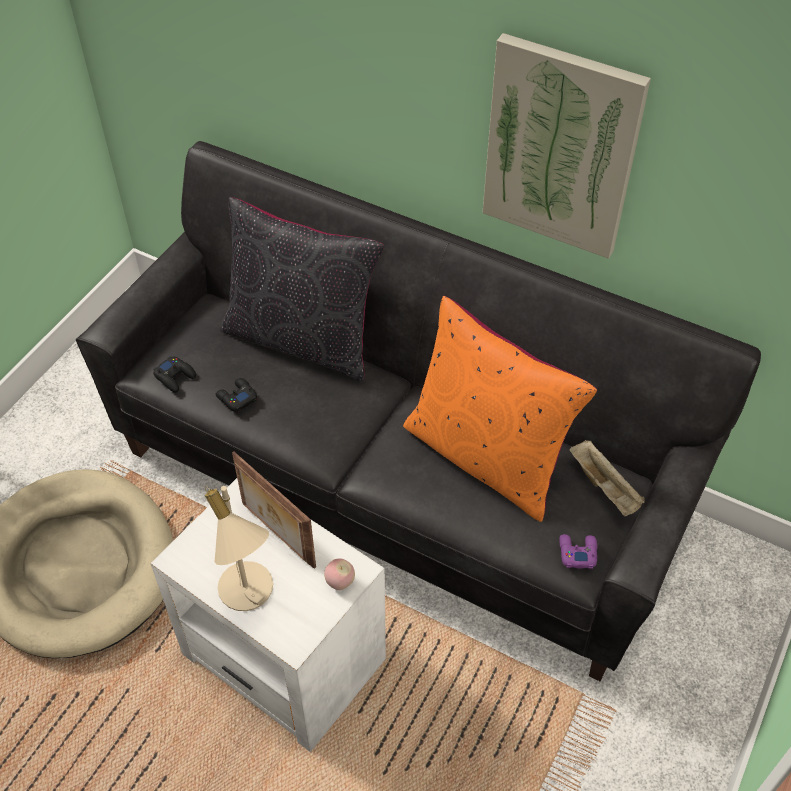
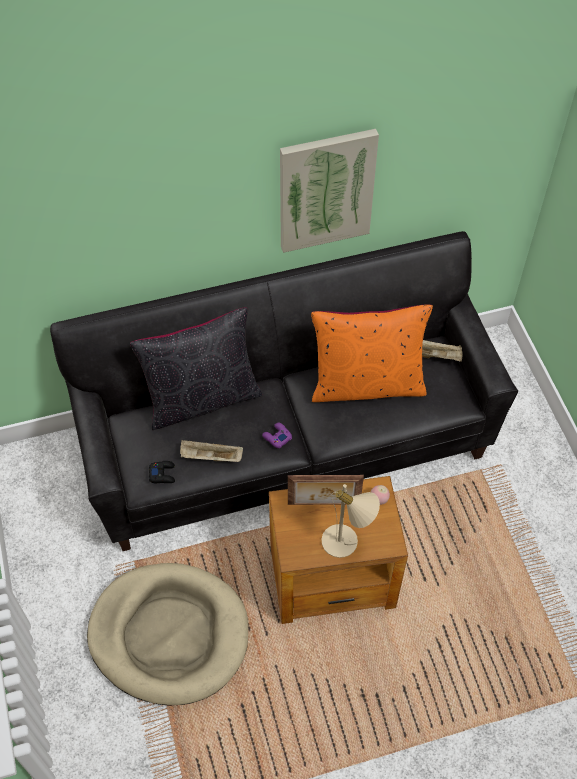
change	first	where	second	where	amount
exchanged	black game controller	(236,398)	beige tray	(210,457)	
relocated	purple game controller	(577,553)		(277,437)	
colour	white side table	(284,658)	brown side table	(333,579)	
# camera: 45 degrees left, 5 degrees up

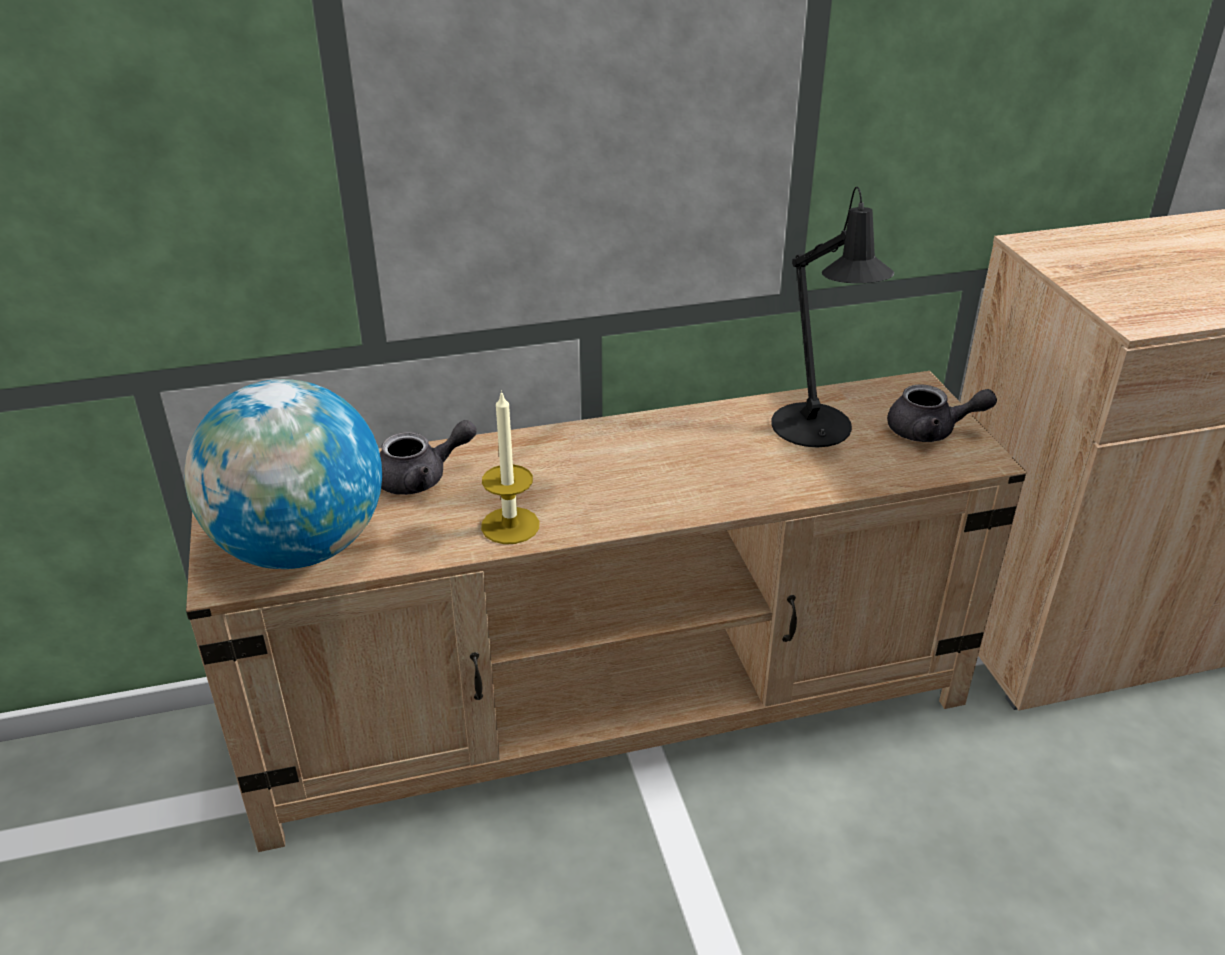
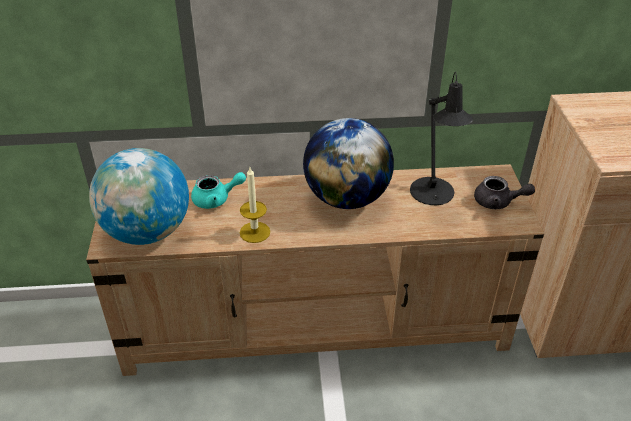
change	first	where	second	where	amount
colour	grey teapot	(422,478)	turquoise teapot	(216,199)	
appeared			globe	(347,198)	
# camera: 10 degrees right, 5 degrees up

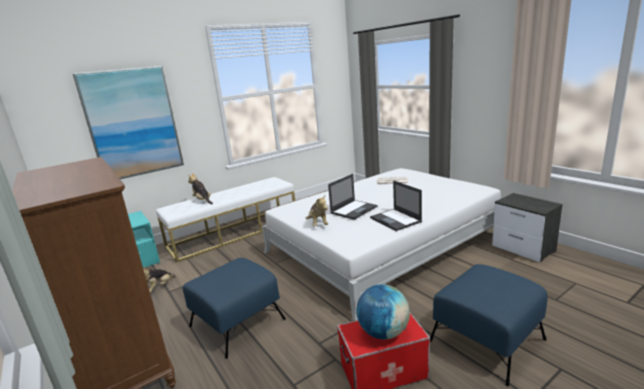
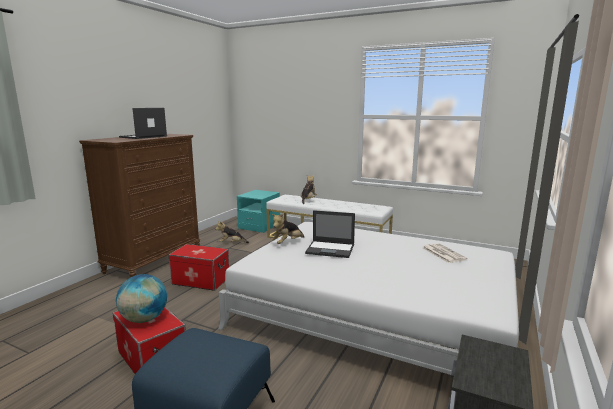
change	first	where	second	where	amount
relocated	laptop	(396,220)		(143,137)	
exchanged	blue ottoman	(238,322)	storage box	(201,280)	
missing	picture	(133,123)			
# camera: 60 degrees right, 5 degrees down

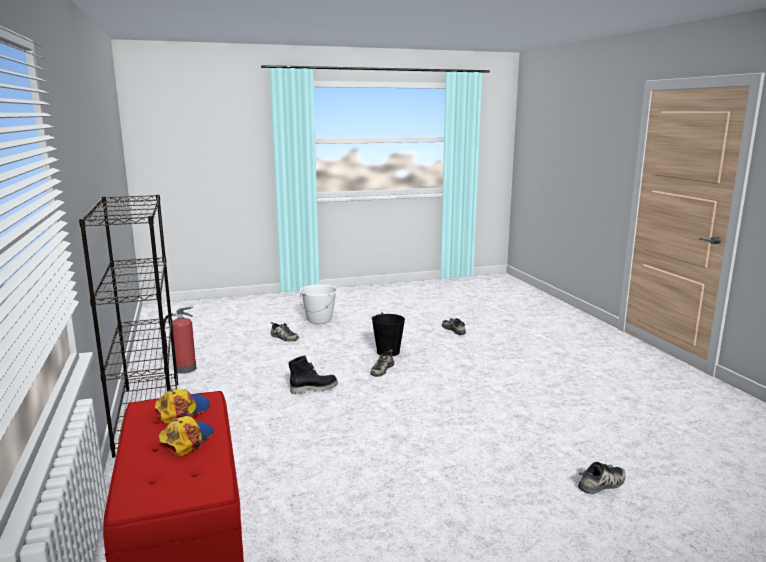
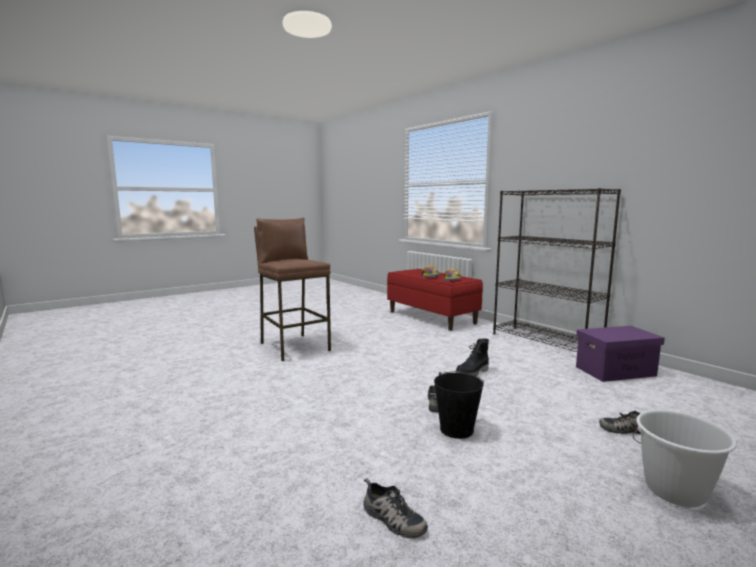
change	first	where	second	where	amount
appeared			brown stool	(294,347)	
exchanged	fire extinguisher	(184,369)	purple storage box	(615,371)	
missing	shoe	(602,484)			
# camera: 160 degrees right, 5 degrees down

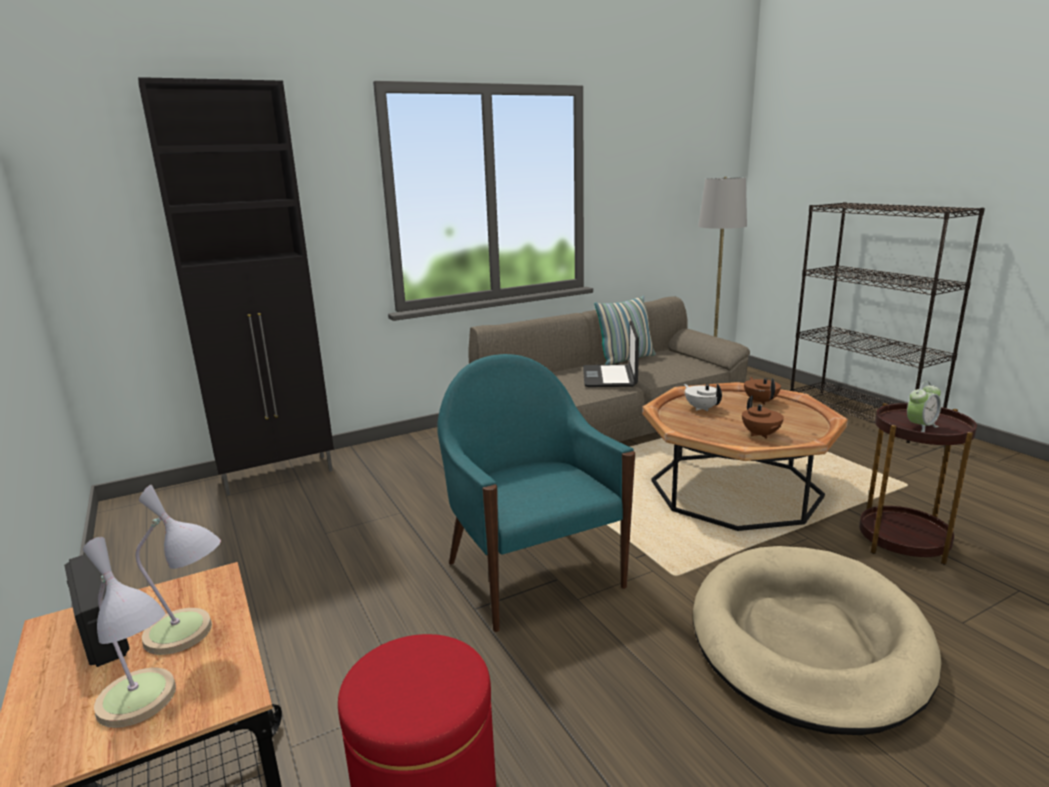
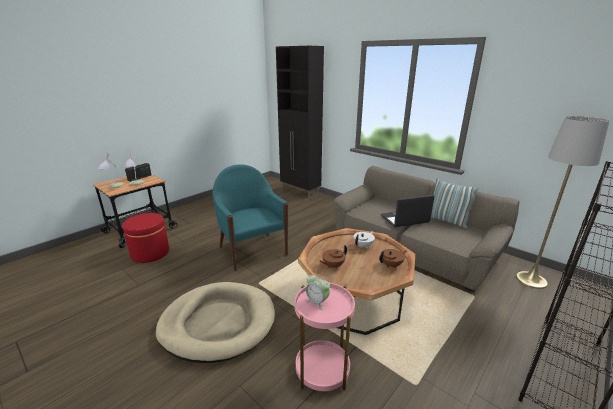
change	first	where	second	where	amount
spun	turquoise armchair	(533,573)		(252,250)	75 degrees counterclockwise
colour	brown side table	(903,541)	pink side table	(322,370)	
# camera: 70 degrees right, 5 degrees up

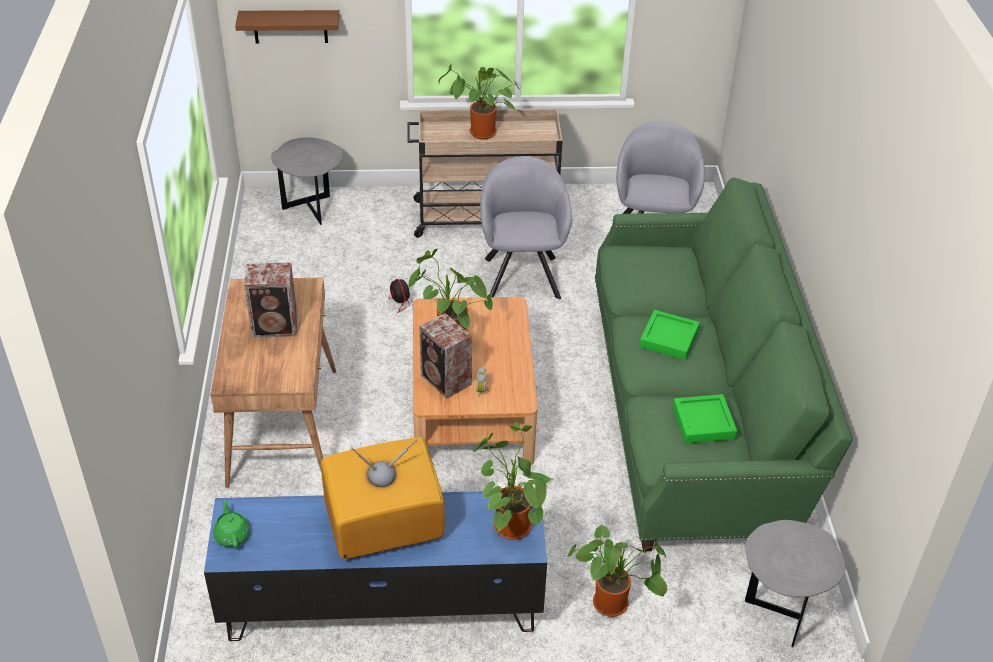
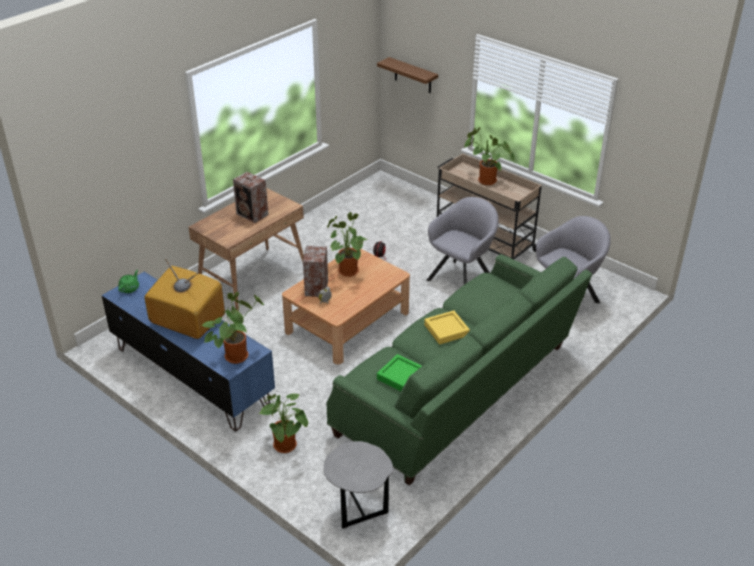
change	first	where	second	where	amount
colour	green tray	(669,339)	yellow tray	(446,330)	
missing	grey side table	(312,211)			
# camera: 45 degrees right, 5 degrees down

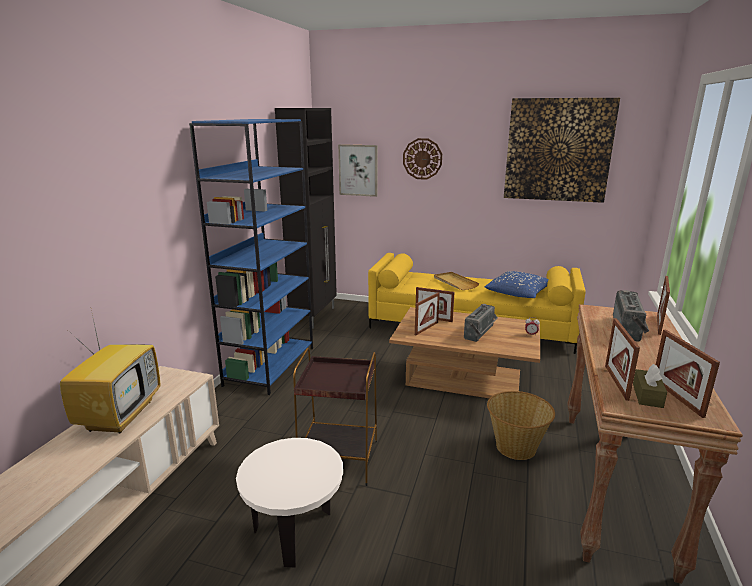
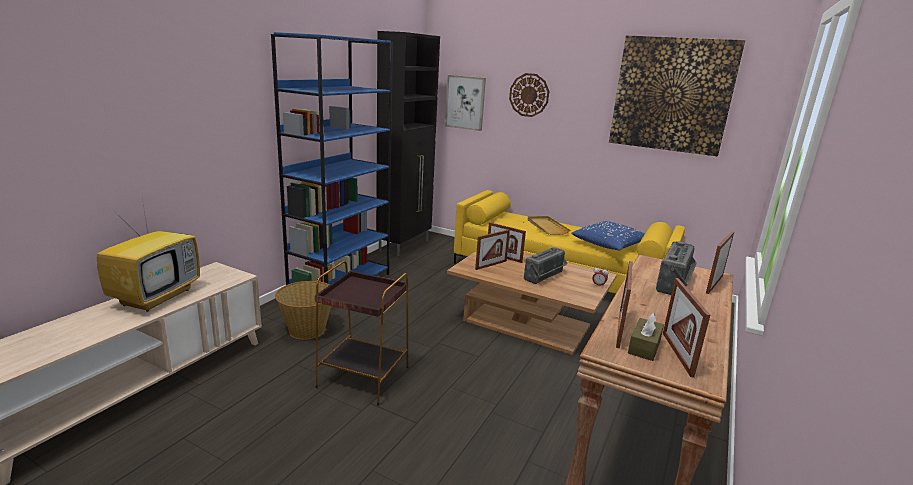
change	first	where	second	where	amount
relocated	basket	(516,447)		(308,330)	
missing	white side table	(295,532)			
# camera: 10 degrees right, 0 degrees up

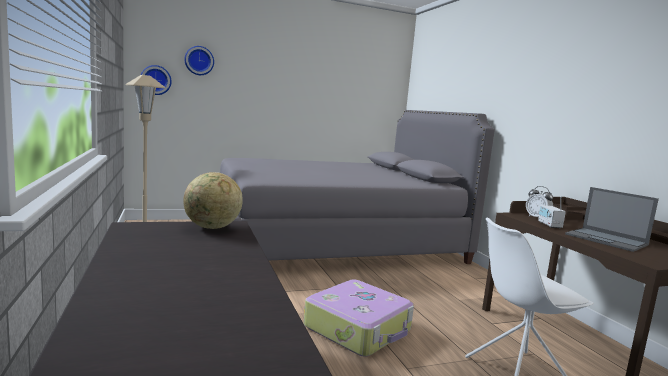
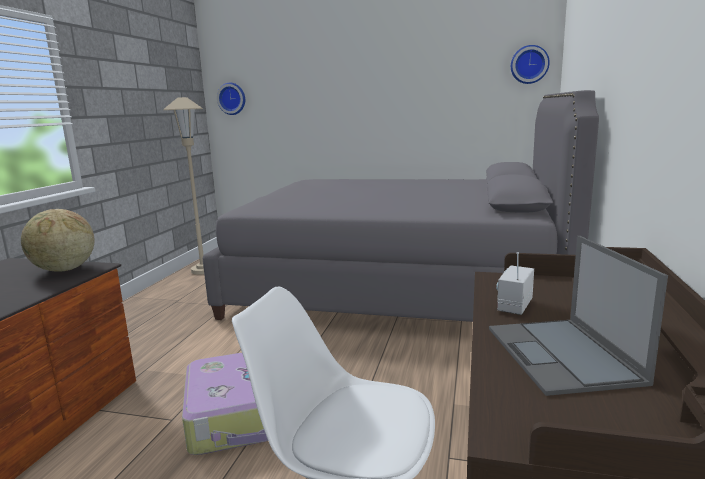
change	first	where	second	where	amount
relocated	wall clock	(199,60)		(529,64)	
missing	alarm clock	(537,218)			
# camera: 35 degrees right, 5 degrees up

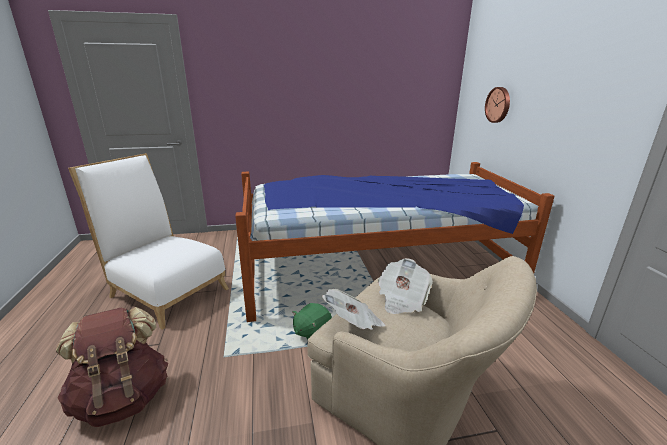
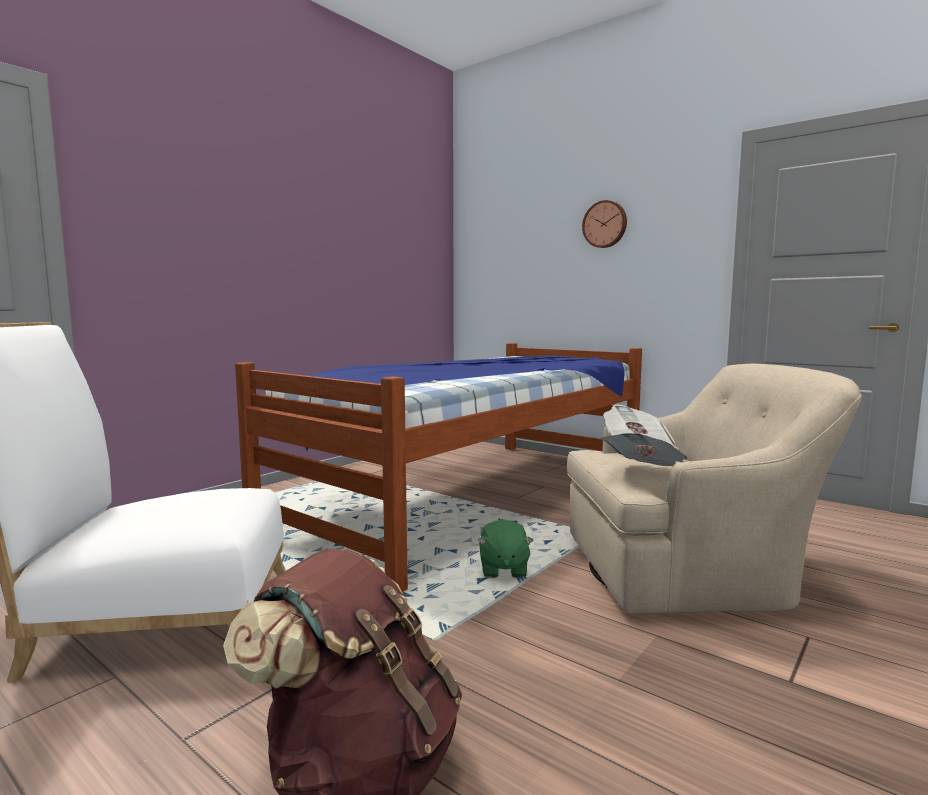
change	first	where	second	where	amount
relocated	wall clock	(498,105)		(605,224)	
# camera: 40 degrees left, 15 degrees down

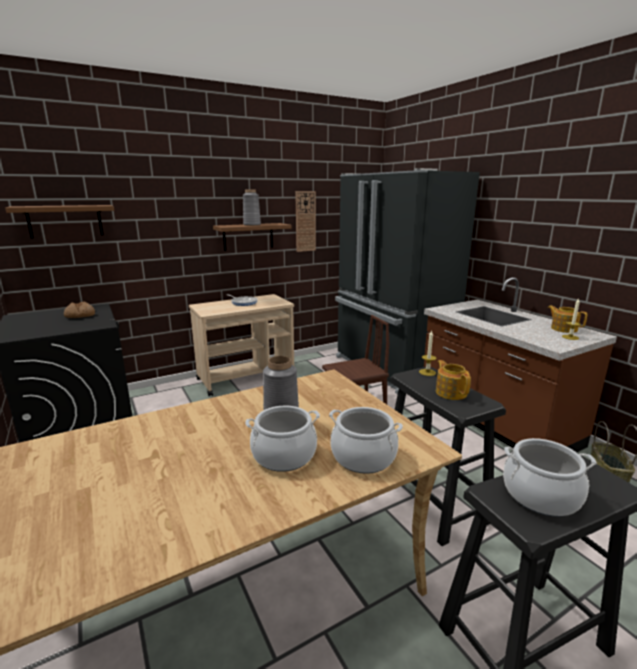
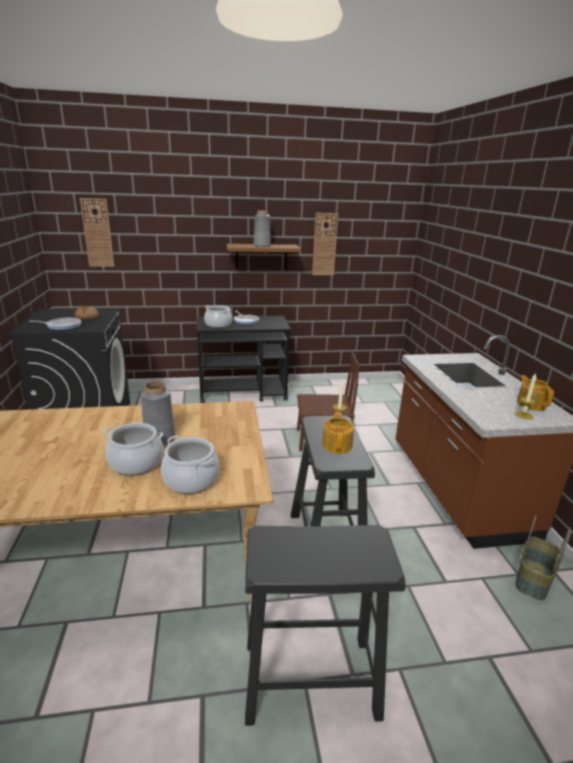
change	first	where	second	where	amount
appeared			frying pan	(62,326)	
exchanged	brown shelf	(65,221)	wall clock	(97,233)	
colour	beige cart	(246,378)	black cart	(243,393)	
relocated	cooking pot	(540,495)		(218,325)	
missing	black fridge	(390,368)			
# camera: 20 degrees right, 5 degrees up

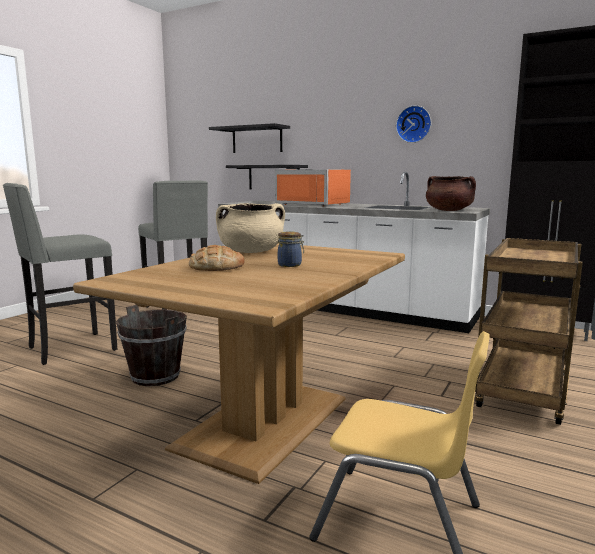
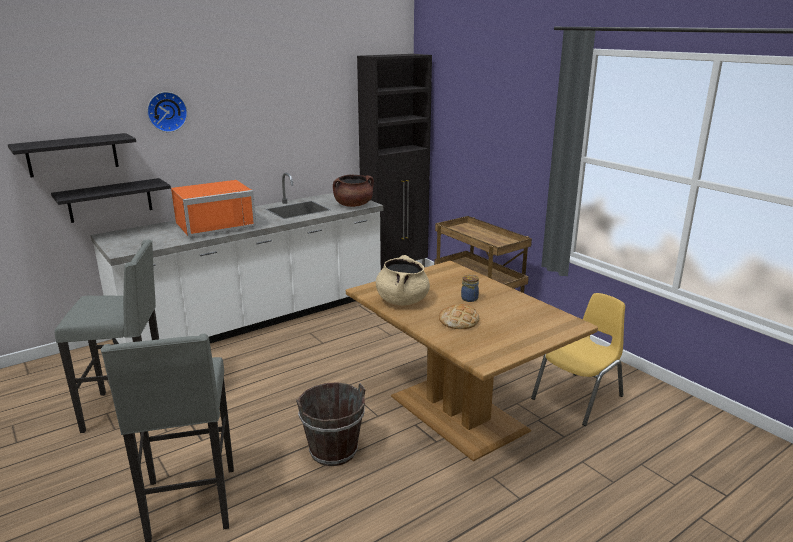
change	first	where	second	where	amount
relocated	wall clock	(414,124)		(166,111)	
# camera: 65 degrees left, 10 degrees up

